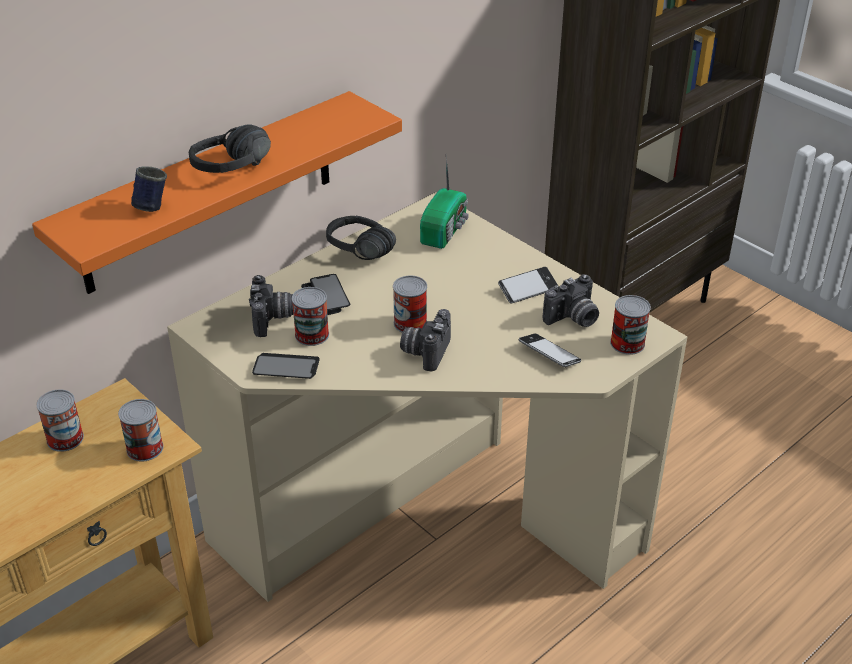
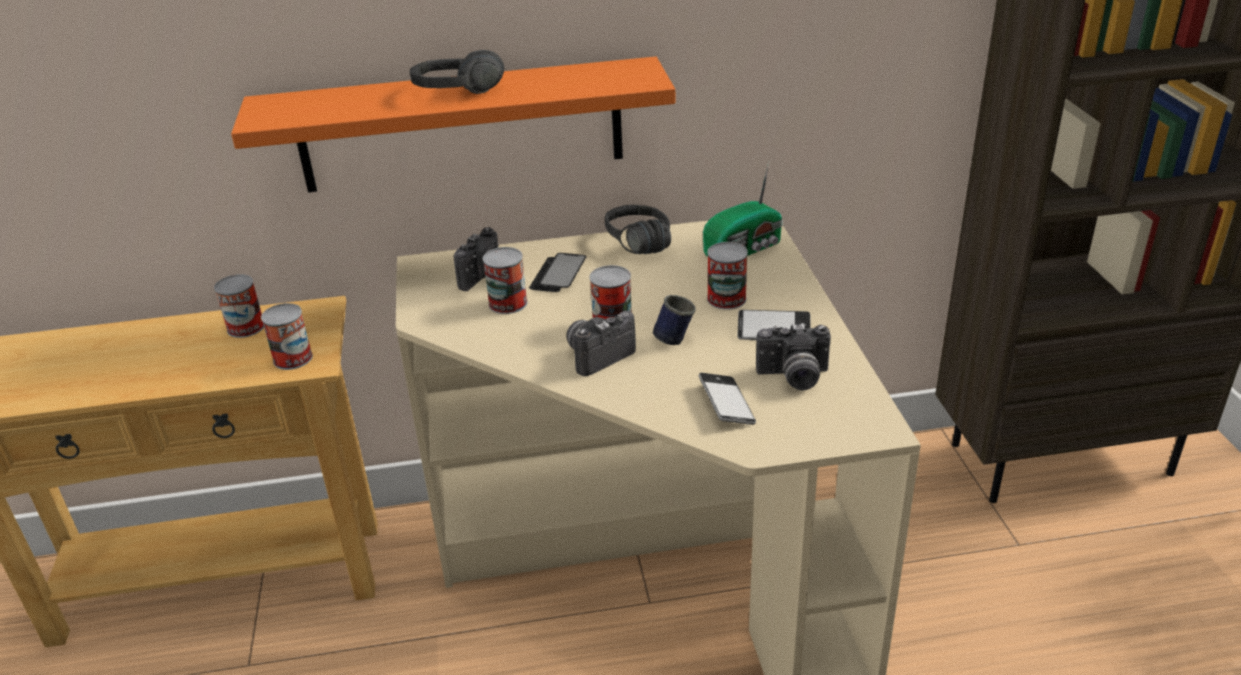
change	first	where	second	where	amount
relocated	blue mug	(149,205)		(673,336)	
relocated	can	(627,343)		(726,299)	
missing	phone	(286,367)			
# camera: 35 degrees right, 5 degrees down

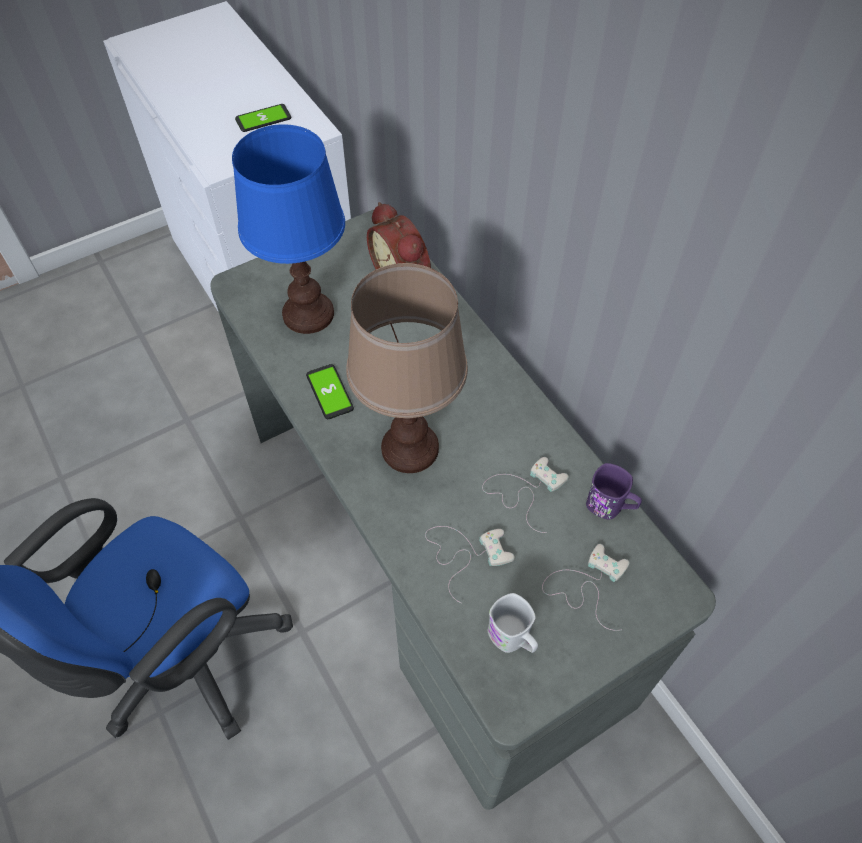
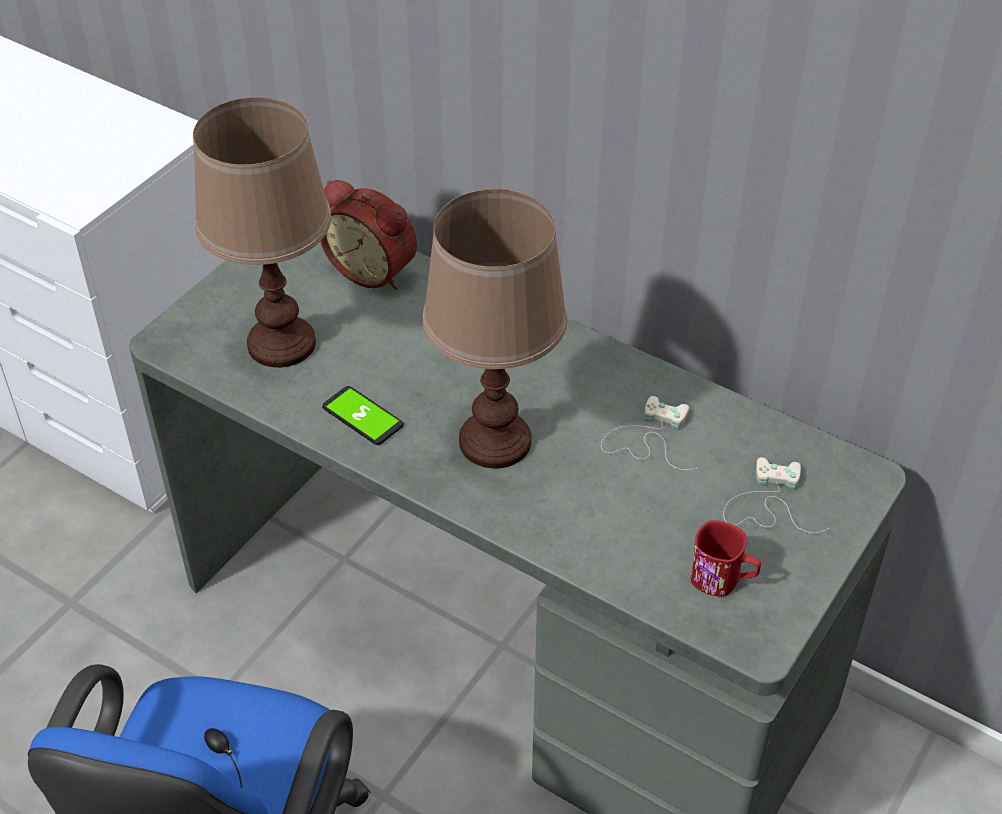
change	first	where	second	where	amount
colour	blue table lamp	(308,313)	brown table lamp	(281,343)	
colour	white mug	(513,638)	red mug	(723,581)	
missing	phone	(263,119)			
missing	white game controller	(465,553)			
missing	purple mug	(610,506)			
# camera: 25 degrees left, 10 degrees down

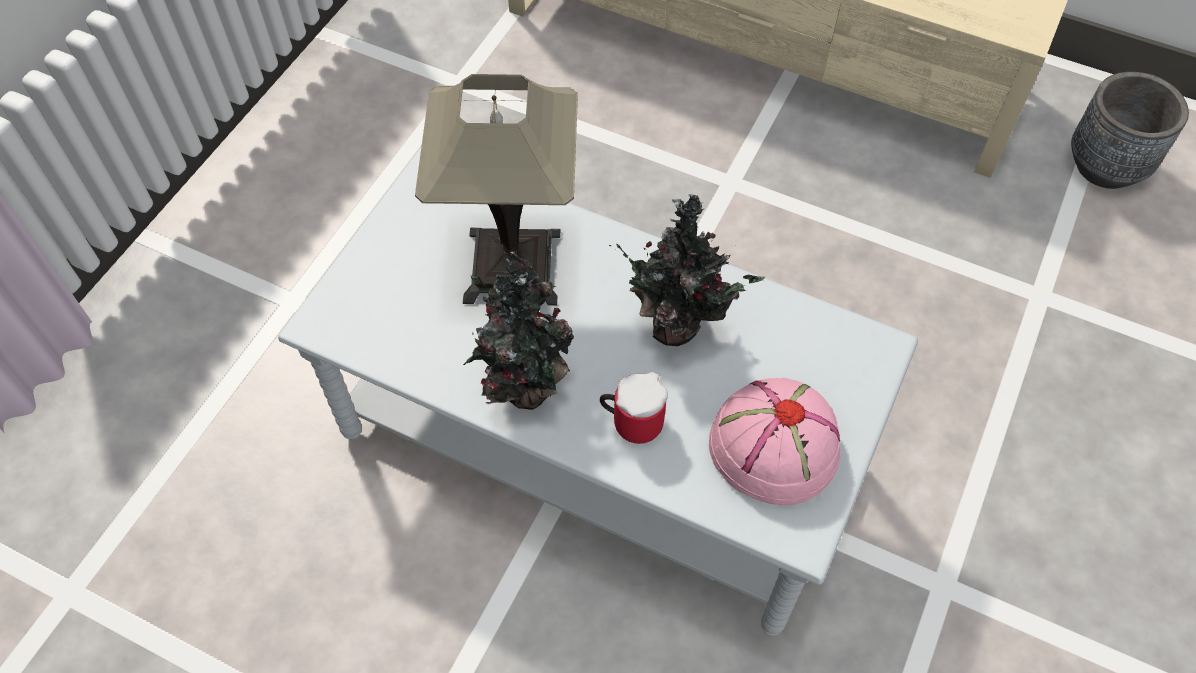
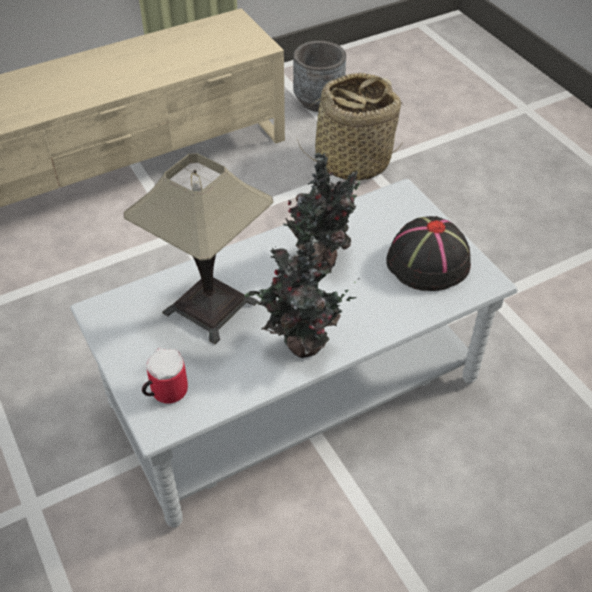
change	first	where	second	where	amount
relocated	mug	(632,419)		(164,391)	
appeared			basket	(352,161)	
colour	pink hat	(773,445)	black hat	(427,262)	
# camera: 55 degrees left, 10 degrees down

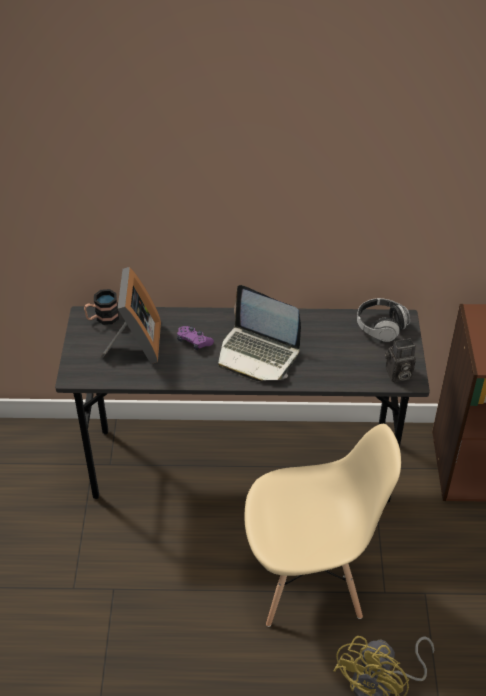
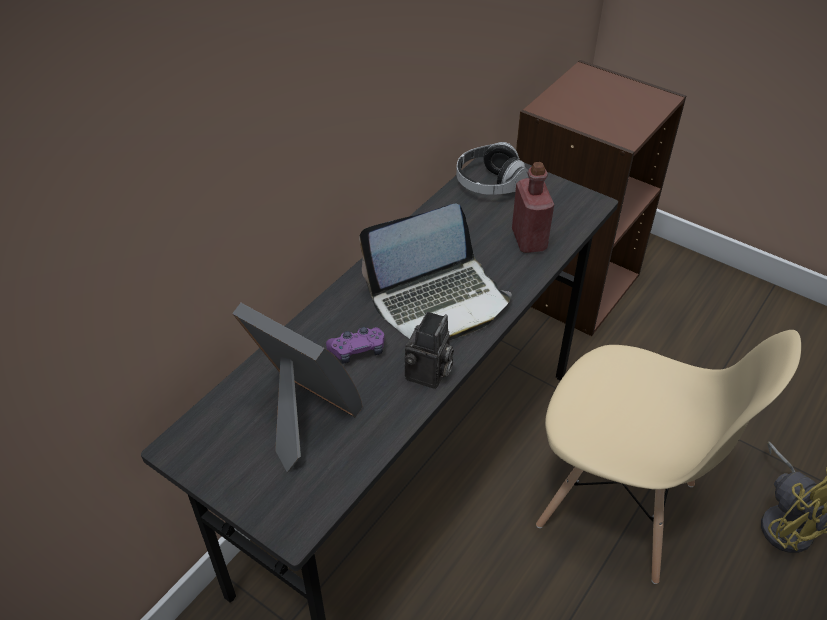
change	first	where	second	where	amount
relocated	photo camera	(397,375)		(428,375)	
appeared			red bottle	(529,240)	
spun	beige chair	(309,580)		(619,507)	90 degrees clockwise
missing	mug	(102,318)			
# camera: 55 degrees left, 0 degrees up

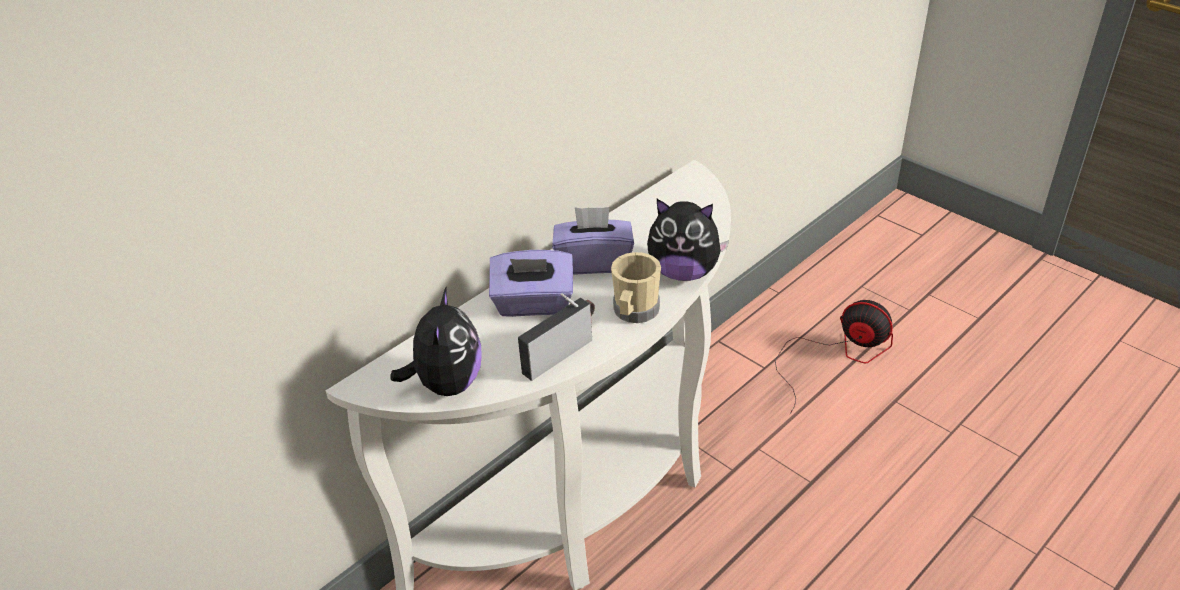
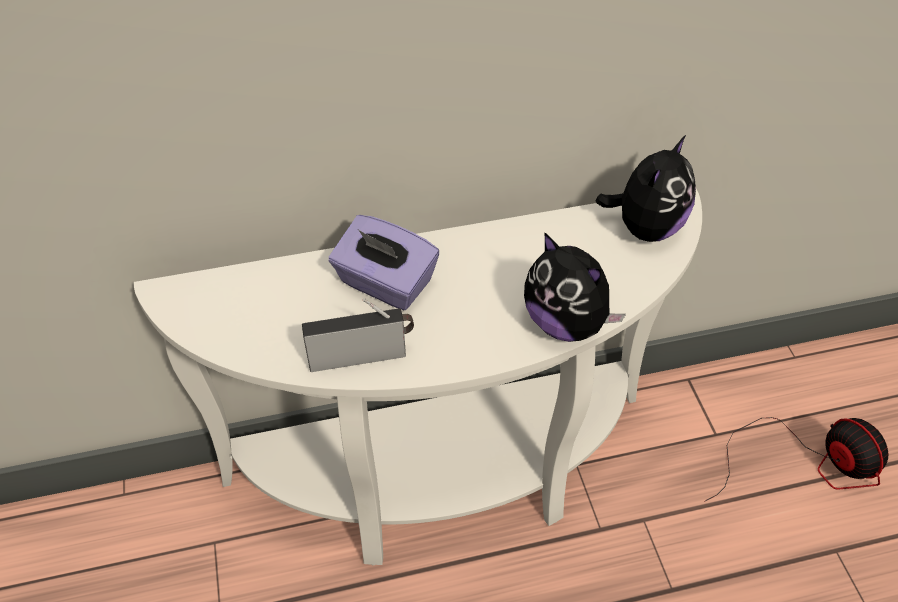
change	first	where	second	where	amount
relocated	plush toy	(447,383)		(645,227)	
missing	purple tissue box	(594,262)			
missing	beige mug	(634,312)			
# camera: 30 degrees right, 10 degrees up

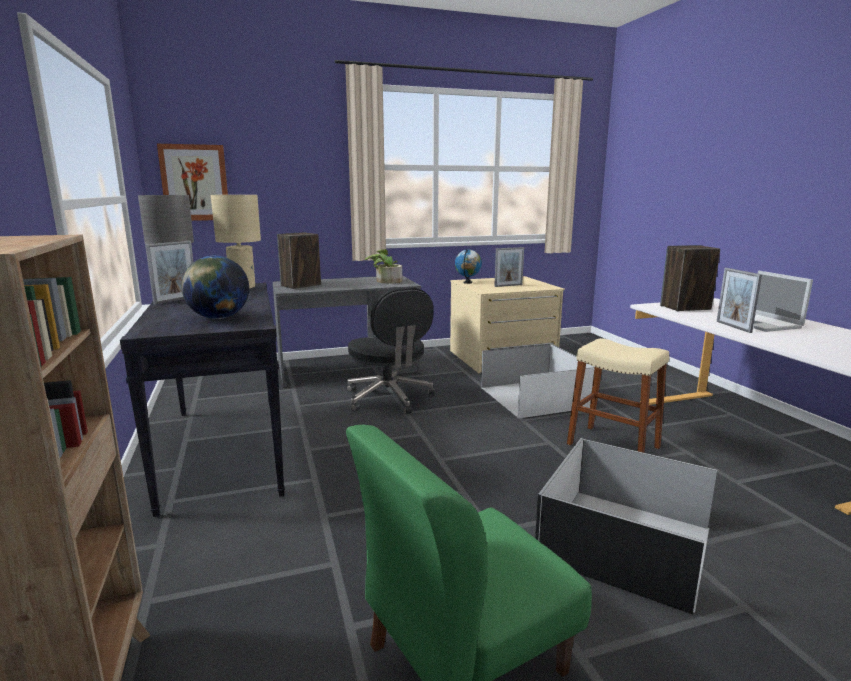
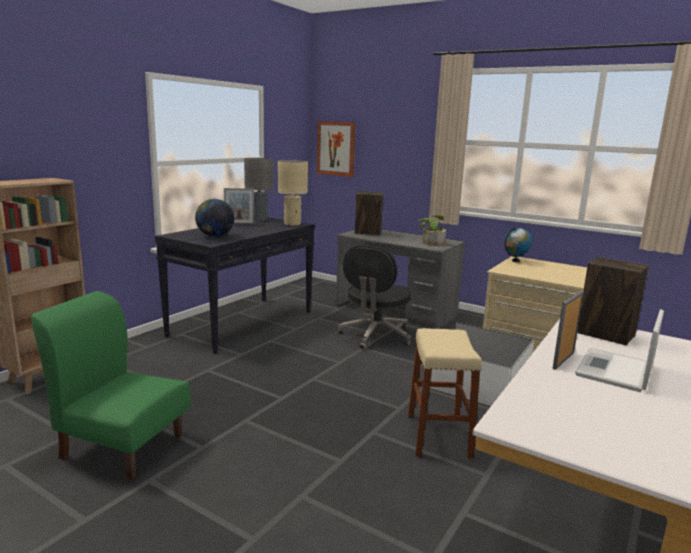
change	first	where	second	where	amount
missing	picture frame	(508,285)			
missing	black storage box	(624,544)			
# camera: 50 degrees right, 0 degrees up

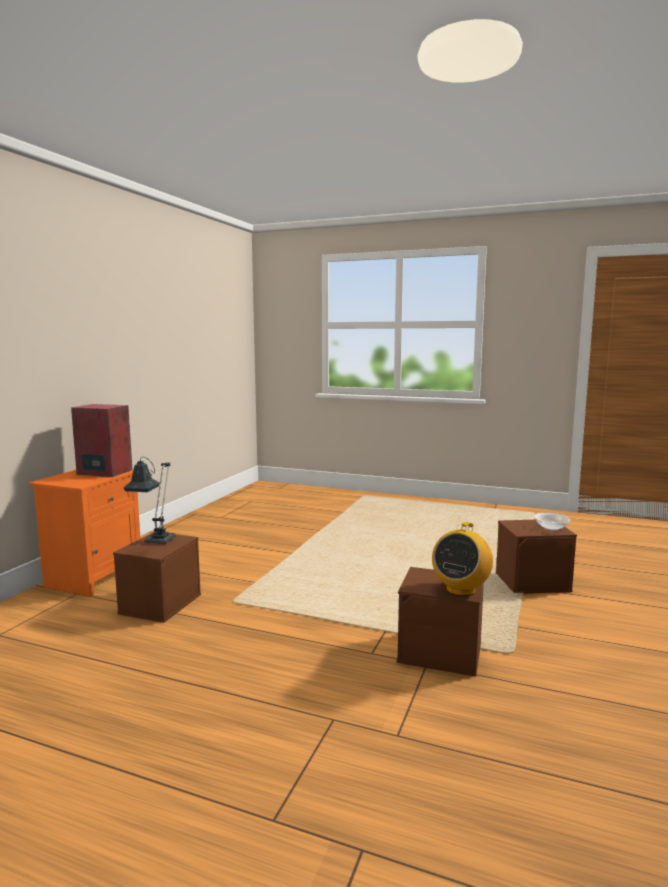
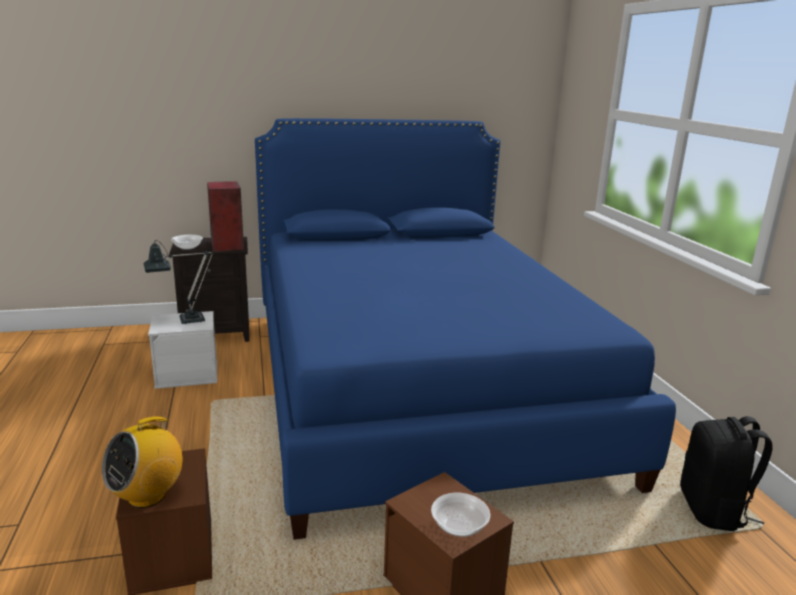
change	first	where	second	where	amount
spun	radio	(460,589)		(147,496)	45 degrees counterclockwise
colour	brown storage box	(160,603)	white storage box	(188,374)	
colour	orange nightstand	(94,576)	black nightstand	(217,332)	
appeared			bowl	(188,247)	
appeared			blue bed	(416,387)	
appeared			black backpack	(713,511)	
# camera: 55 degrees right, 10 degrees up

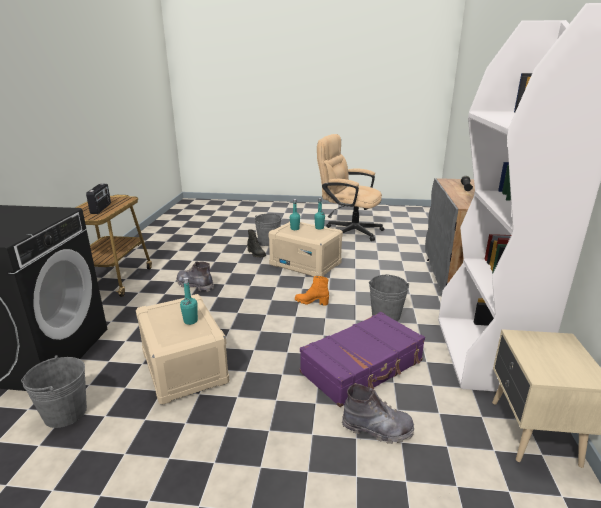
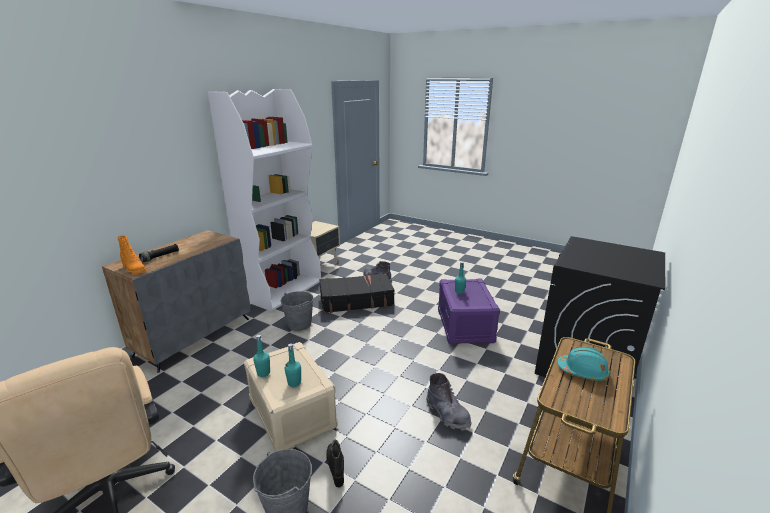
change	first	where	second	where	amount
relocated	orange boot	(311,302)		(133,269)	
colour	purple suitcase	(363,367)	black suitcase	(356,300)	
colour	beige storage box	(183,367)	purple storage box	(465,326)	
exchanged	radio	(101,208)	turquoise hard hat	(583,371)	
missing	grey bucket	(65,413)			
# camera: 155 degrees left, 0 degrees up

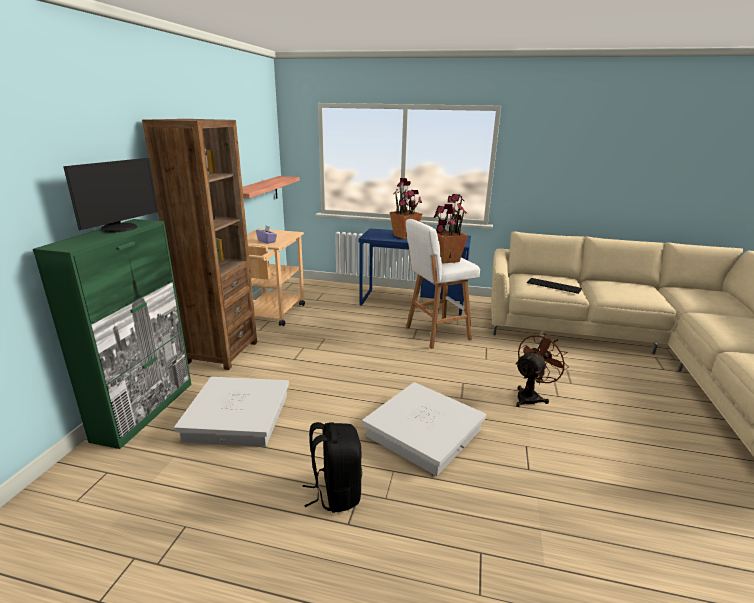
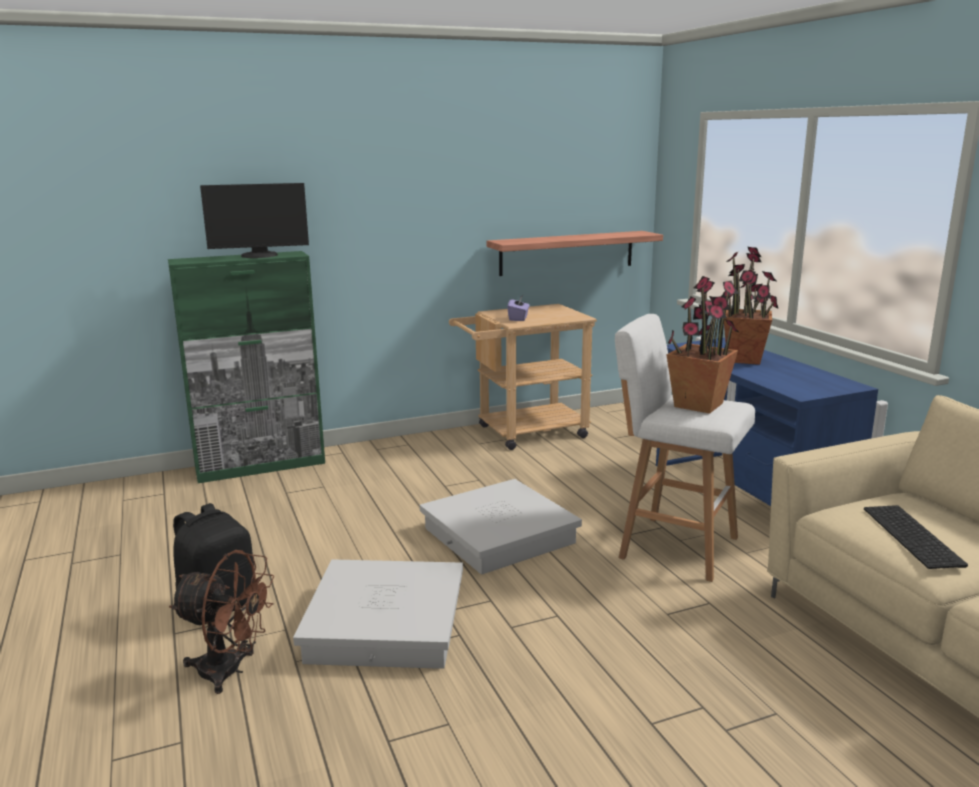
change	first	where	second	where	amount
relocated	brown fan	(531,396)		(230,671)	
relocated	white storage box	(238,417)		(499,535)	
missing	brown bookcase	(221,352)			
# camera: 55 degrees right, 5 degrees down

